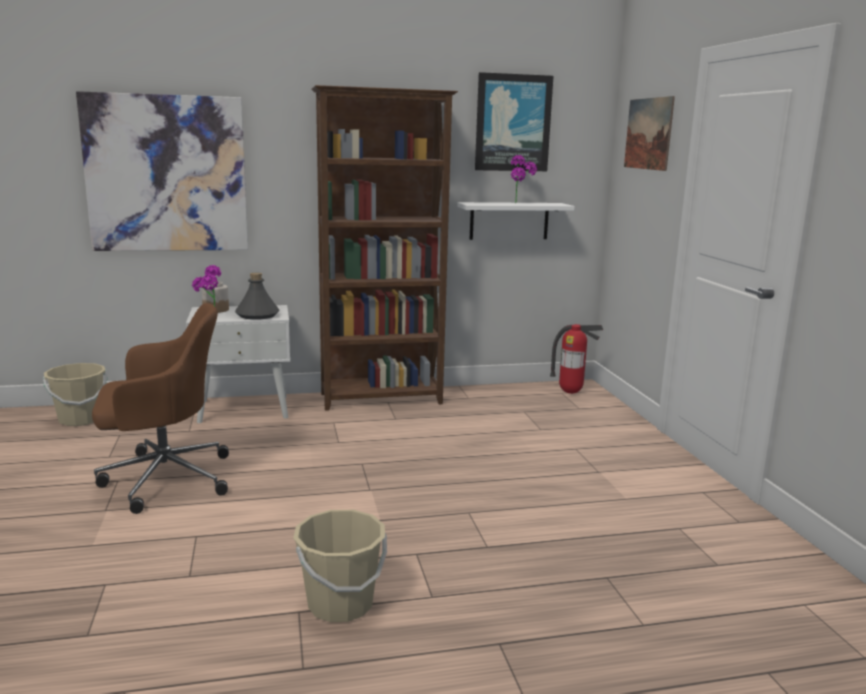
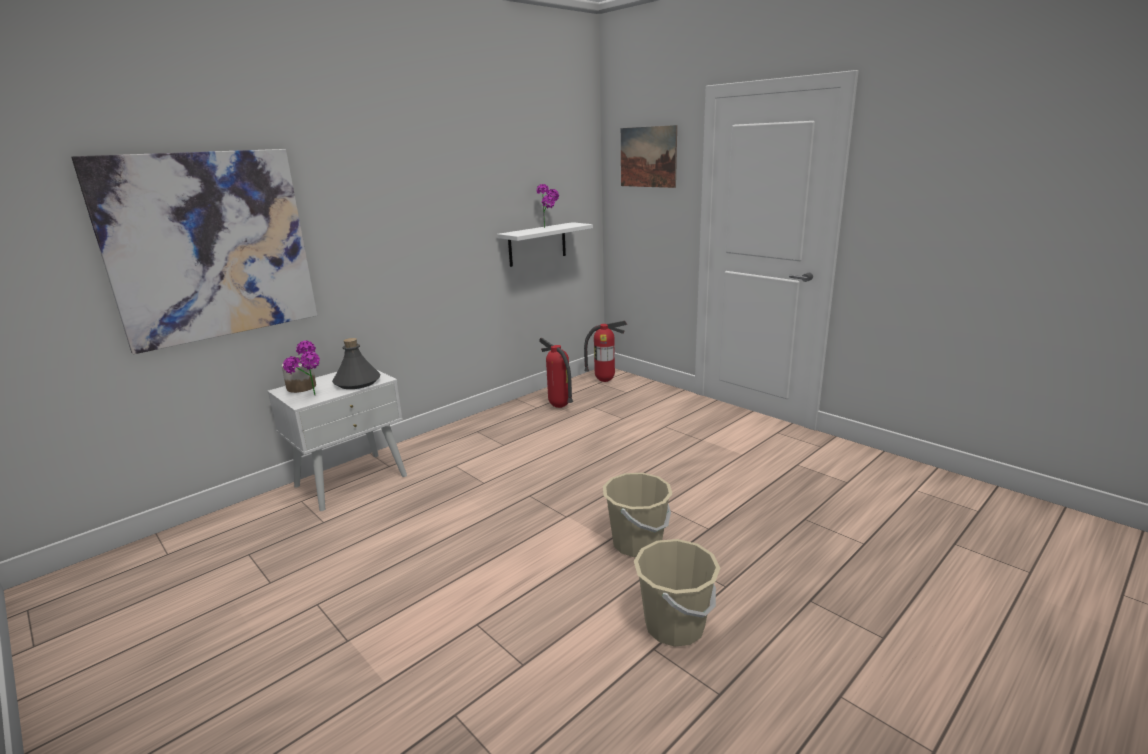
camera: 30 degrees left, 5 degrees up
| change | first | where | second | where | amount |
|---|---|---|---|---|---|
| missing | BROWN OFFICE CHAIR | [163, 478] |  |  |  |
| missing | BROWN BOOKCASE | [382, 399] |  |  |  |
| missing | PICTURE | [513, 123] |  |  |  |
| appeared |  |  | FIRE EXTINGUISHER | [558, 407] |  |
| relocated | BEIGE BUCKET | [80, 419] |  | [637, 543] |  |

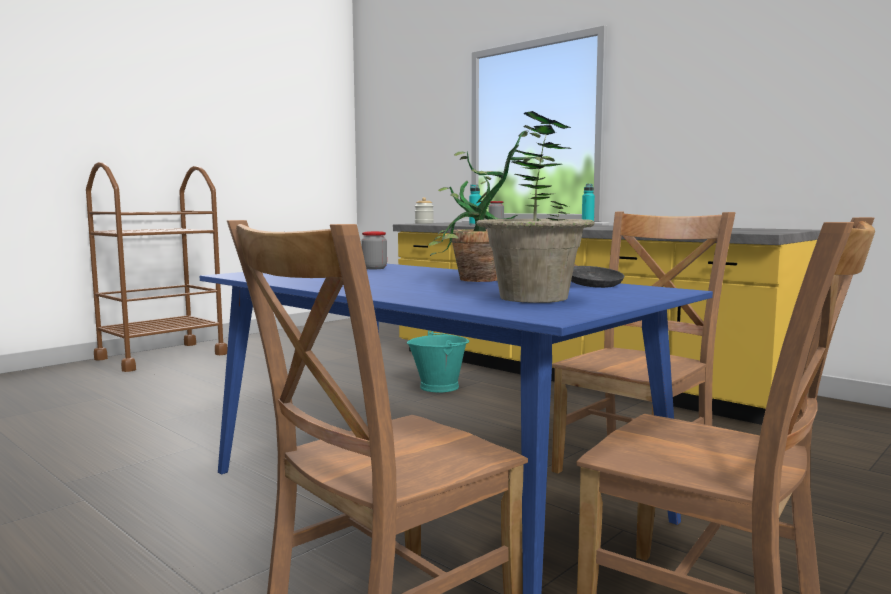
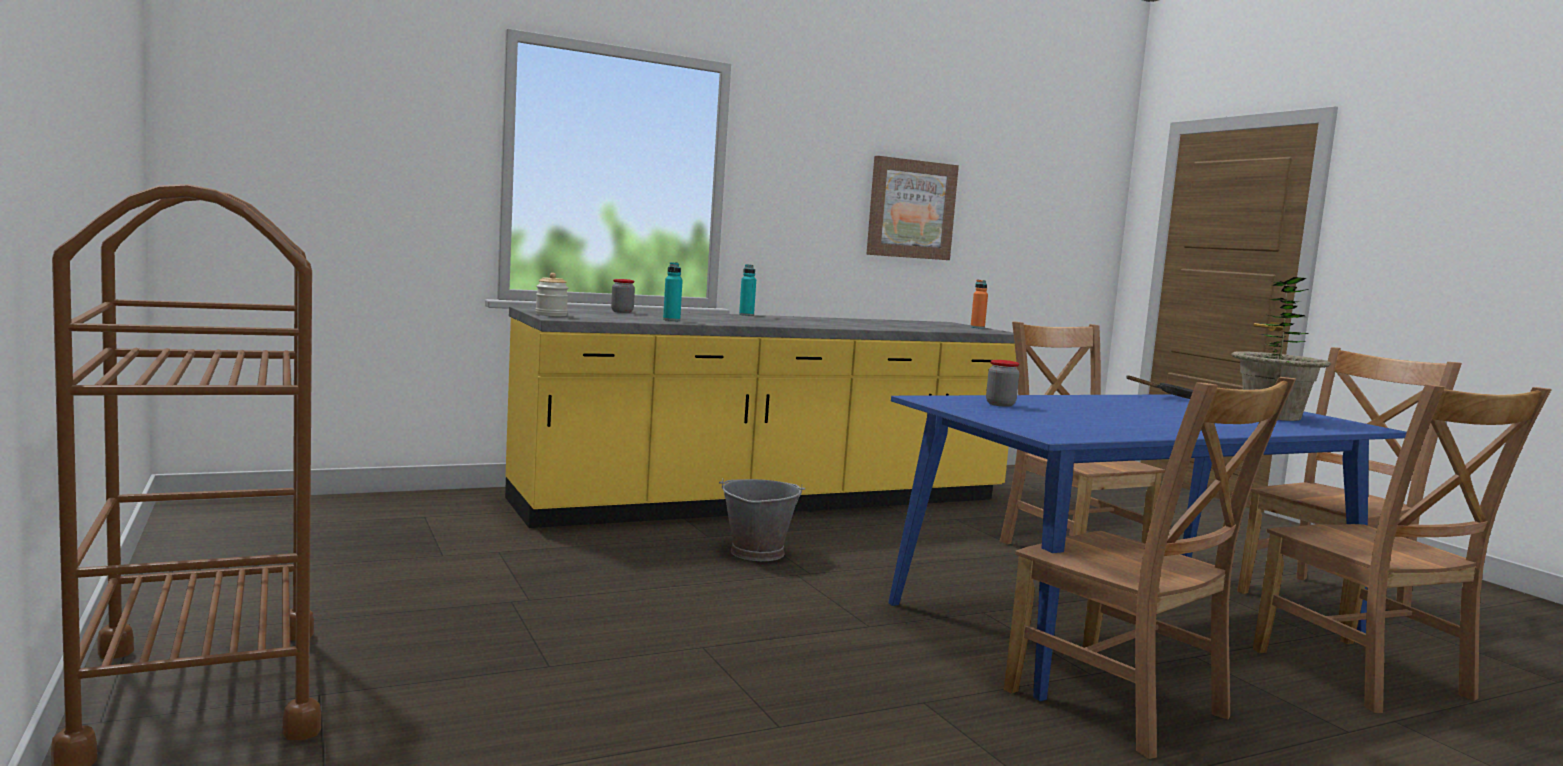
camera: 70 degrees left, 0 degrees up
| change | first | where | second | where | amount |
|---|---|---|---|---|---|
| missing | POTTED PLANT | [481, 281] |  |  |  |
| appeared |  |  | PICTURE | [911, 209] |  |
| appeared |  |  | ORANGE BOTTLE | [977, 327] |  |
| appeared |  |  | BROWN CHAIR | [1123, 707] |  |
| colour | TURQUOISE BUCKET | [439, 387] | GREY BUCKET | [756, 552] |  |

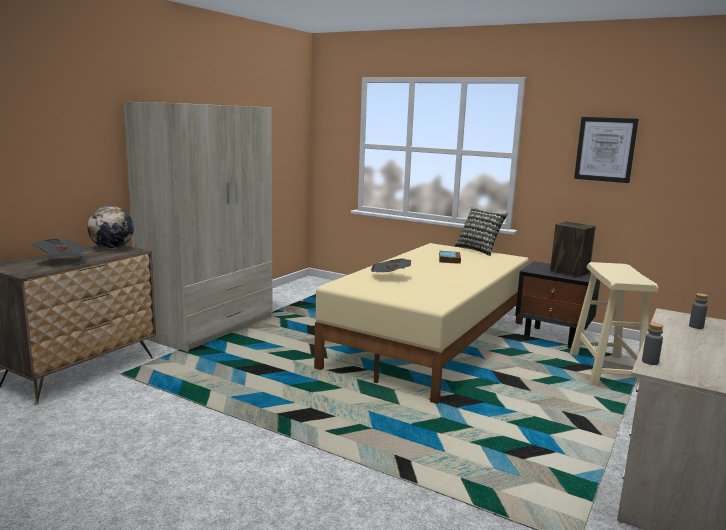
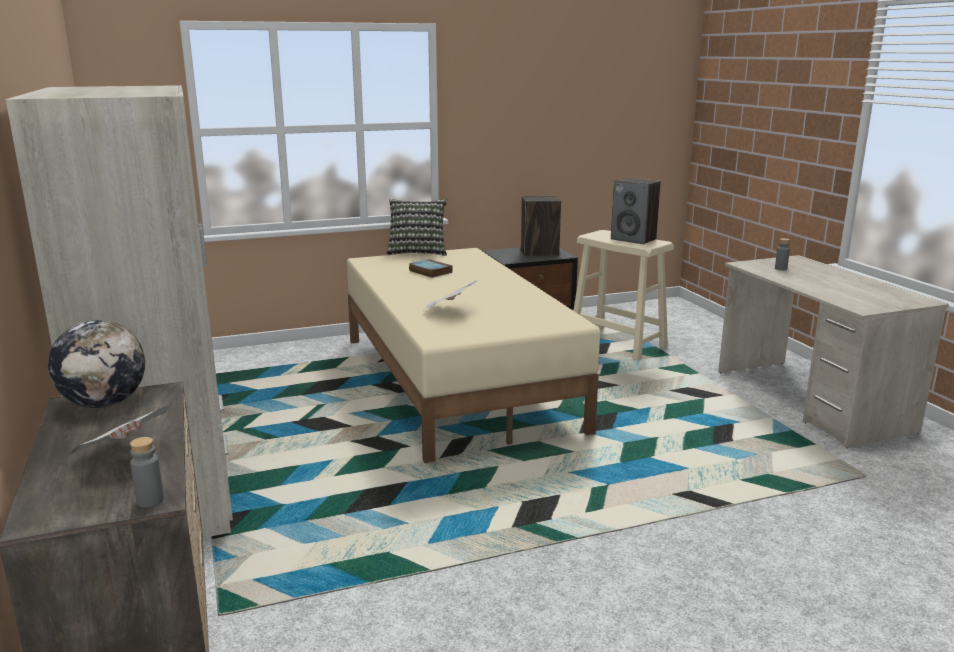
camera: 50 degrees left, 5 degrees up
| change | first | where | second | where | amount |
|---|---|---|---|---|---|
| missing | PICTURE | [605, 149] |  |  |  |
| appeared |  |  | SPEAKER | [634, 239] |  |
| relocated | GREY BOTTLE | [650, 362] |  | [150, 500] |  |

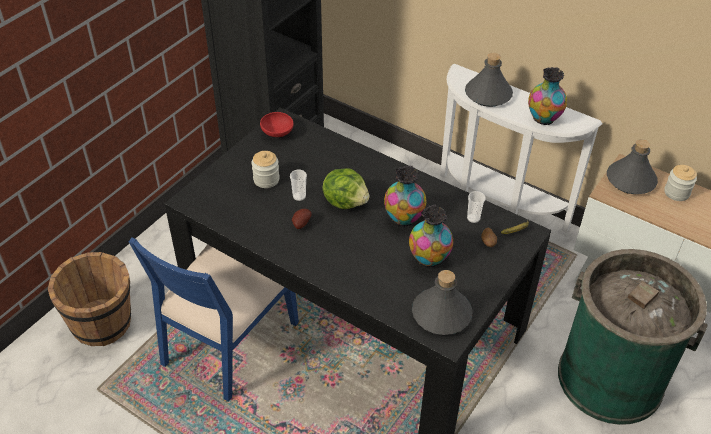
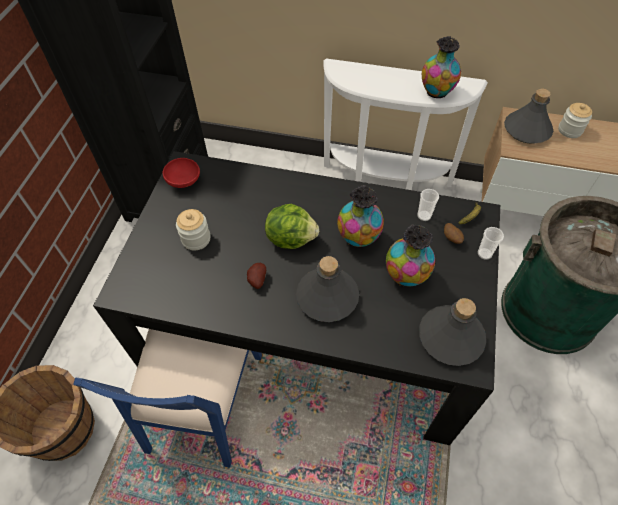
camera: 20 degrees left, 10 degrees up
| change | first | where | second | where | amount |
|---|---|---|---|---|---|
| relocated | CUP | [299, 196] |  | [484, 254] |  |
| relocated | GREY BOTTLE | [487, 95] |  | [326, 296] |  |

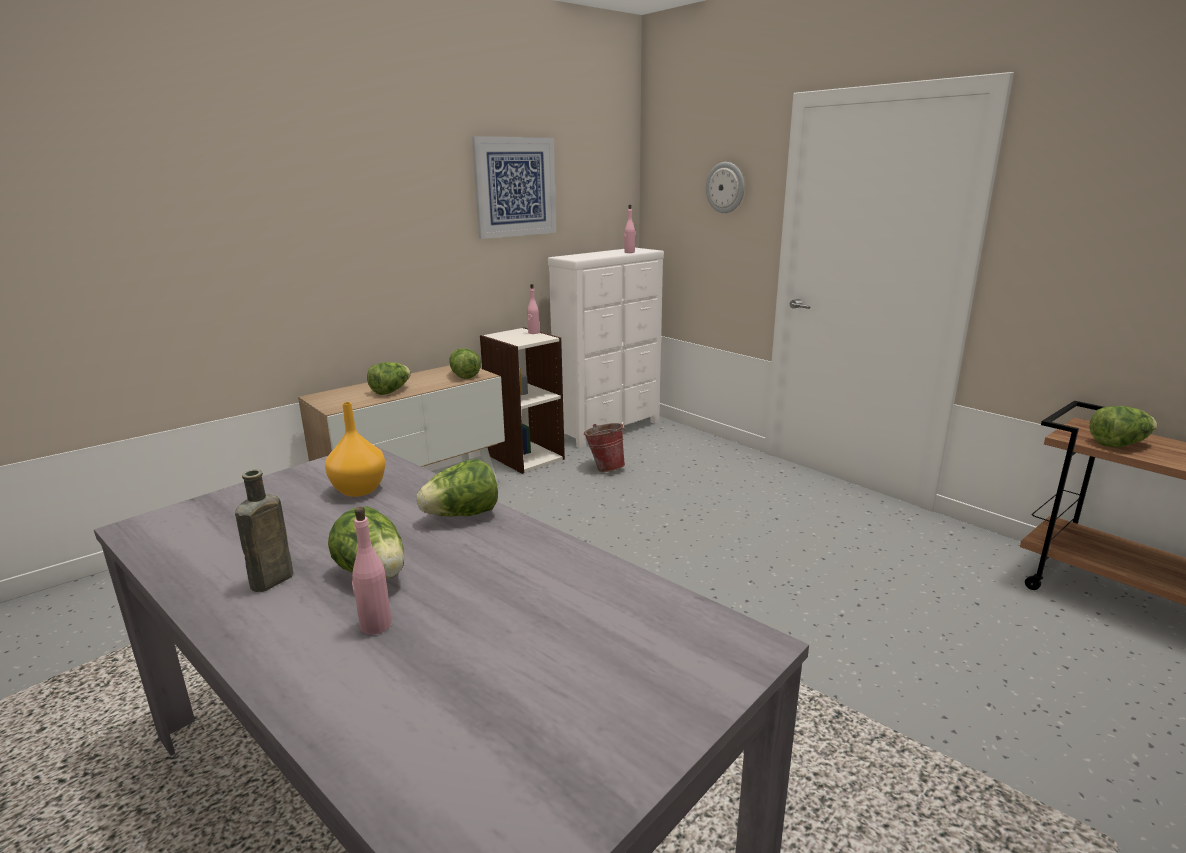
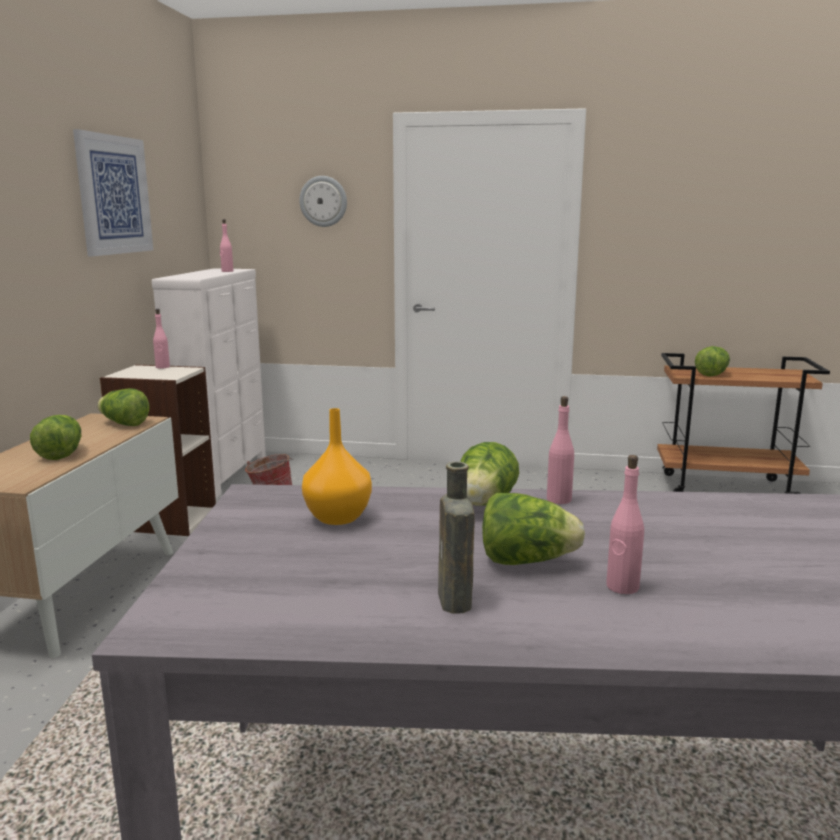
camera: 40 degrees left, 5 degrees down
| change | first | where | second | where | amount |
|---|---|---|---|---|---|
| appeared |  |  | PINK BOTTLE | [558, 499] |  |

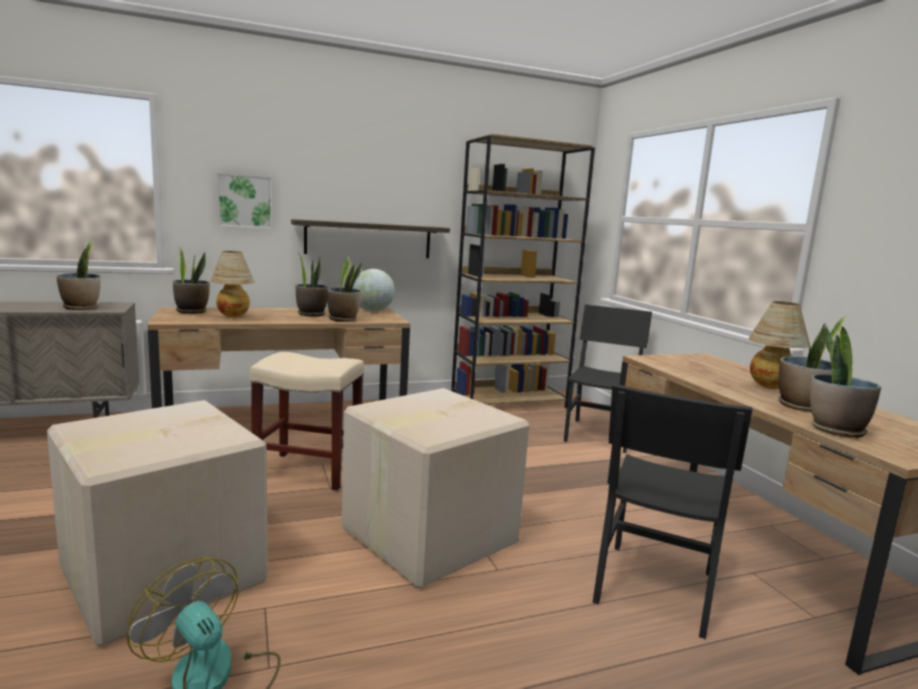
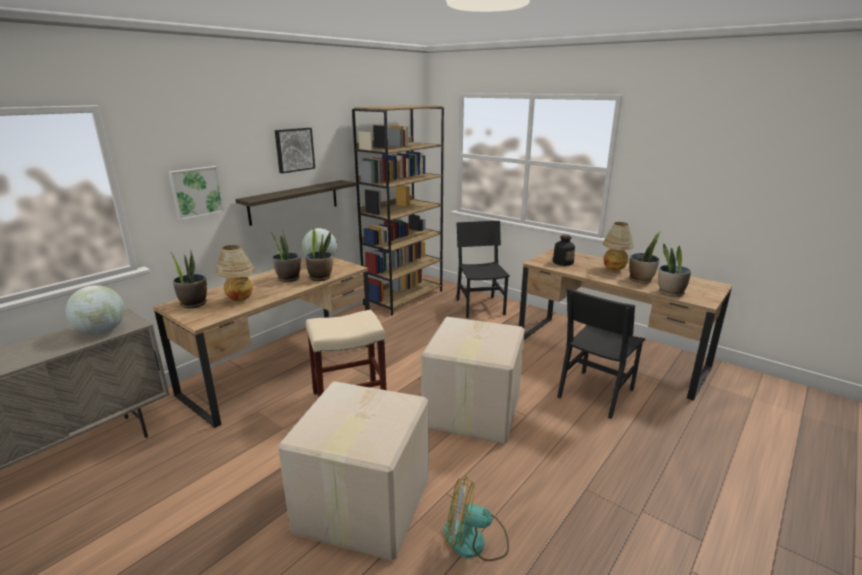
camera: 30 degrees left, 10 degrees up
| change | first | where | second | where | amount |
|---|---|---|---|---|---|
| appeared |  |  | PICTURE | [294, 150] |  |
| appeared |  |  | BOTTLE | [562, 262] |  |
| exchanged | POTTED PLANT | [81, 308] | GLOBE | [102, 331] |  |
| spun | BLACK CHAIR | [654, 586] |  | [595, 393] | 45 degrees clockwise |

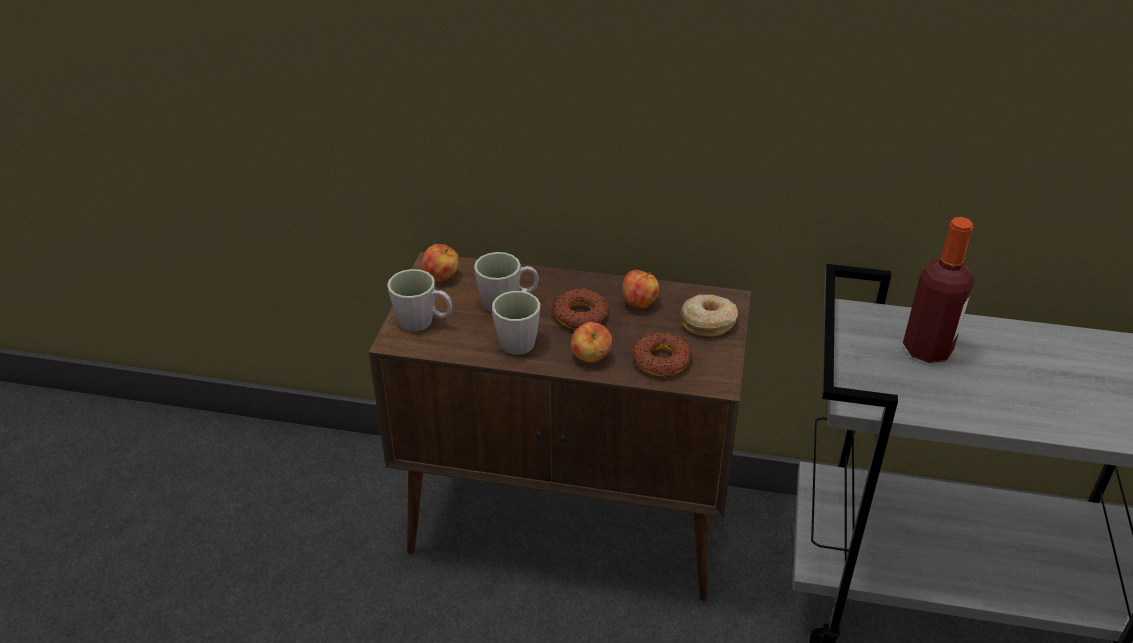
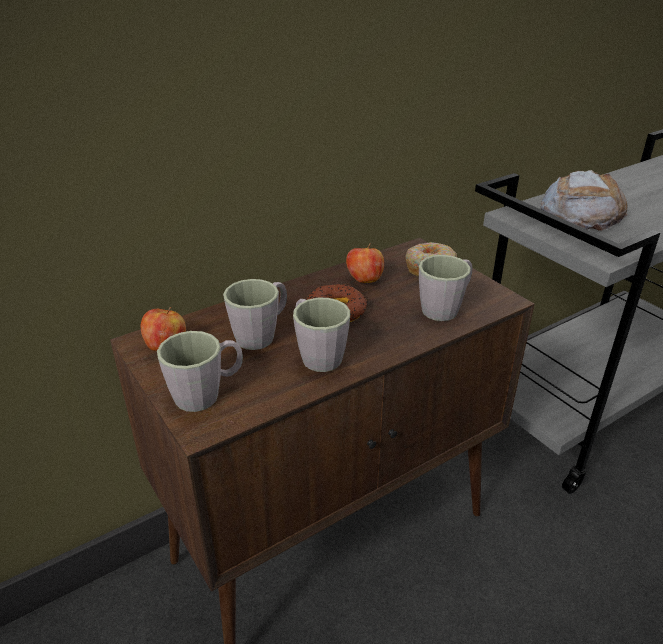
camera: 45 degrees left, 5 degrees down
| change | first | where | second | where | amount |
|---|---|---|---|---|---|
| missing | APPLE | [590, 358] |  |  |  |
| exchanged | DONUT | [661, 360] | GREY MUG | [445, 307] |  |
| exchanged | BOTTLE | [927, 349] | BREAD | [580, 213] |  |

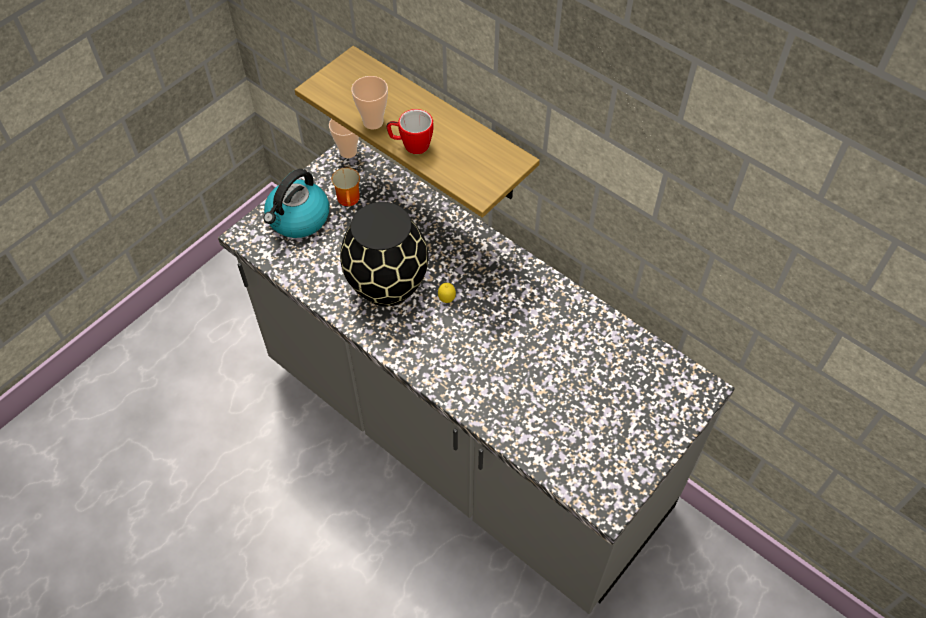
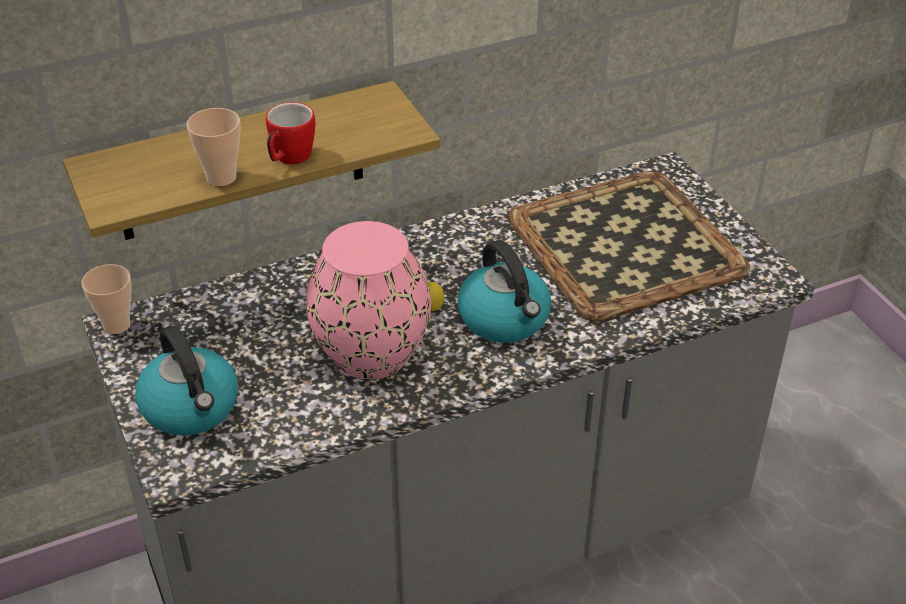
camera: 65 degrees left, 15 degrees down
| change | first | where | second | where | amount |
|---|---|---|---|---|---|
| missing | MUG | [350, 200] |  |  |  |
| appeared |  |  | KETTLE | [505, 319] |  |
| appeared |  |  | TRAY | [627, 245] |  |
| colour | BLACK VASE | [388, 286] | PINK VASE | [373, 353] |  |

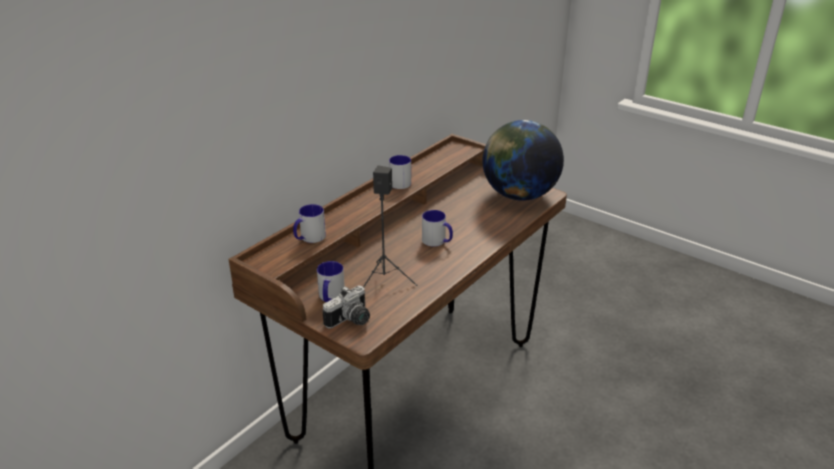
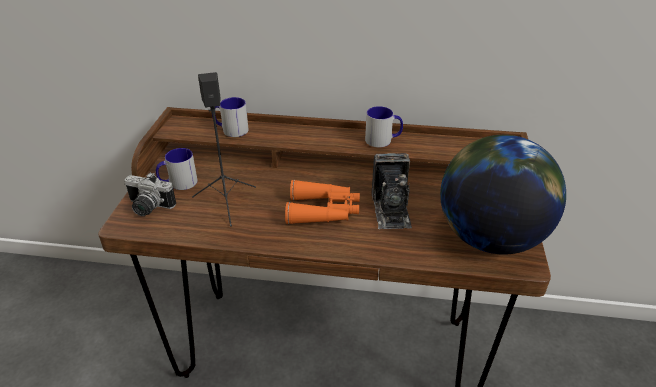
camera: 60 degrees right, 5 degrees up
| change | first | where | second | where | amount |
|---|---|---|---|---|---|
| appeared |  |  | PHOTO CAMERA | [391, 209] |  |
| exchanged | MUG | [437, 241] | ORANGE BINOCULARS | [324, 211] |  |

